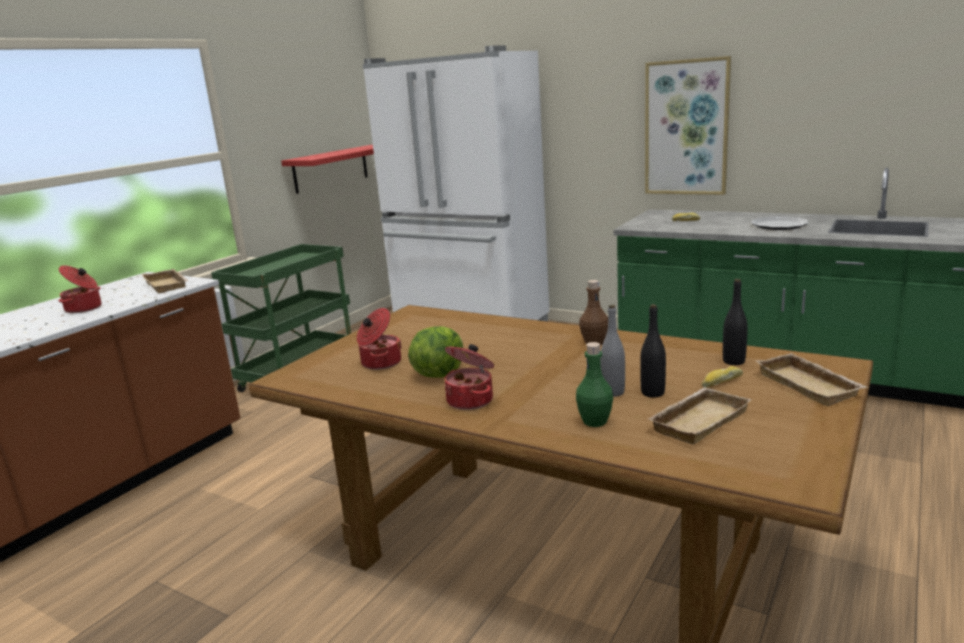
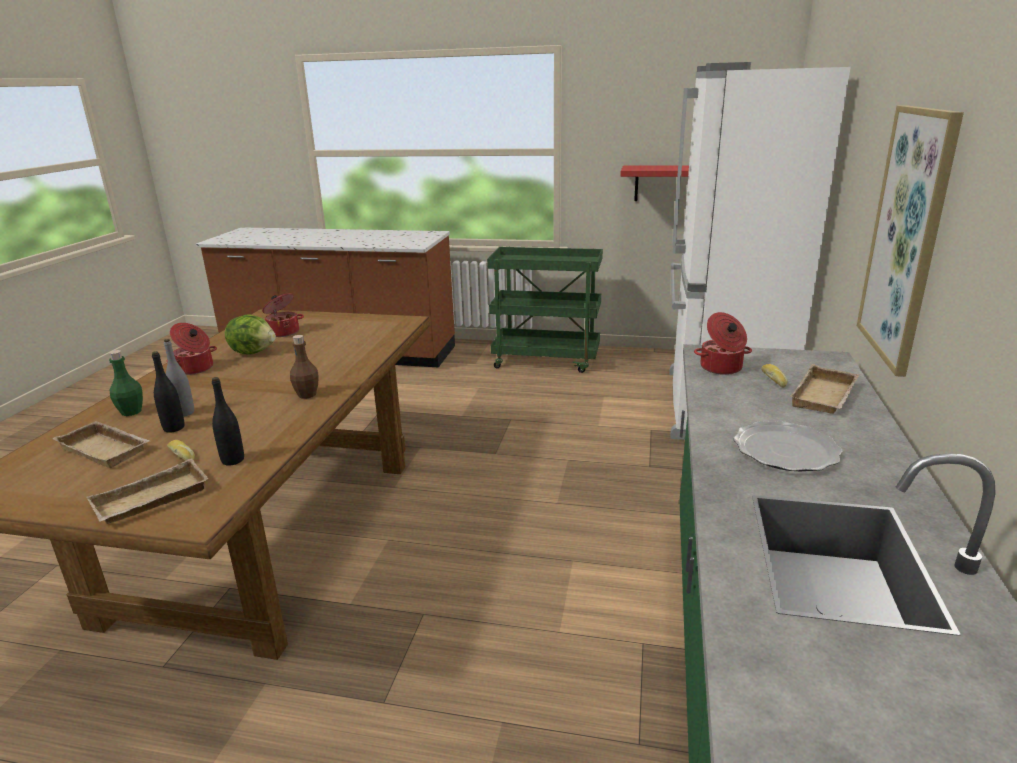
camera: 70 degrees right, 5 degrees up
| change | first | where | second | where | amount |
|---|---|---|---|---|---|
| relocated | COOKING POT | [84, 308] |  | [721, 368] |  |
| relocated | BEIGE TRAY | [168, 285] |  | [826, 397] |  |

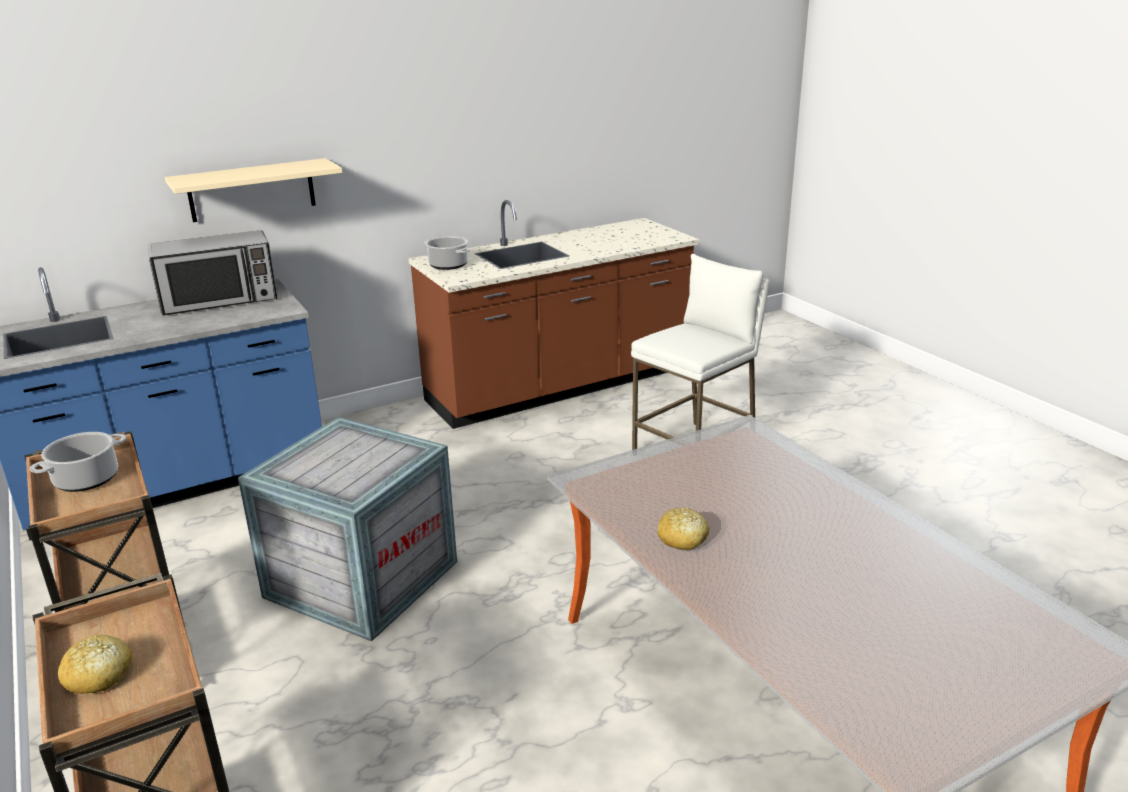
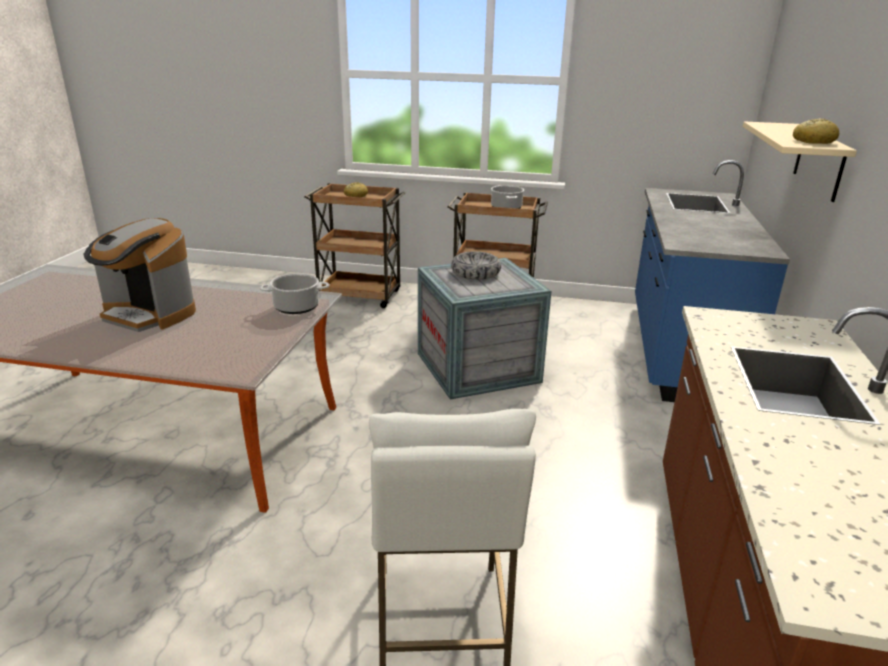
camera: 130 degrees right, 0 degrees up
| change | first | where | second | where | amount |
|---|---|---|---|---|---|
| missing | MICROWAVE | [219, 300] |  |  |  |
| appeared |  |  | COFFEE MACHINE | [149, 314] |  |
| appeared |  |  | BOWL | [476, 273] |  |
| relocated | COOKING POT | [447, 265] |  | [297, 307] |  |
| relocated | BREAD | [682, 538] |  | [813, 141] |  |

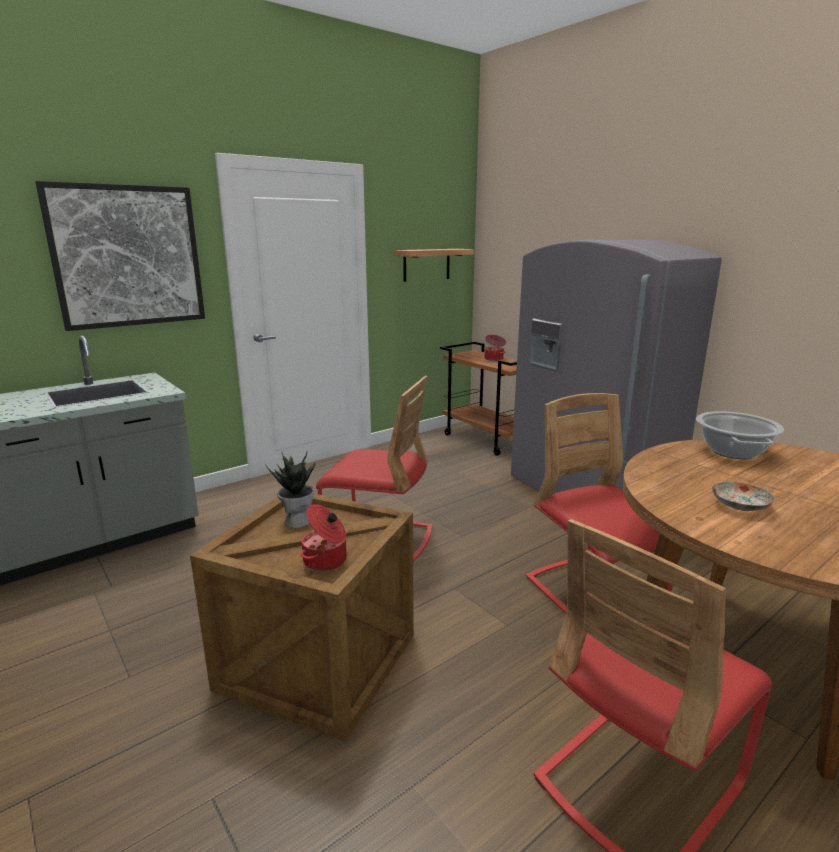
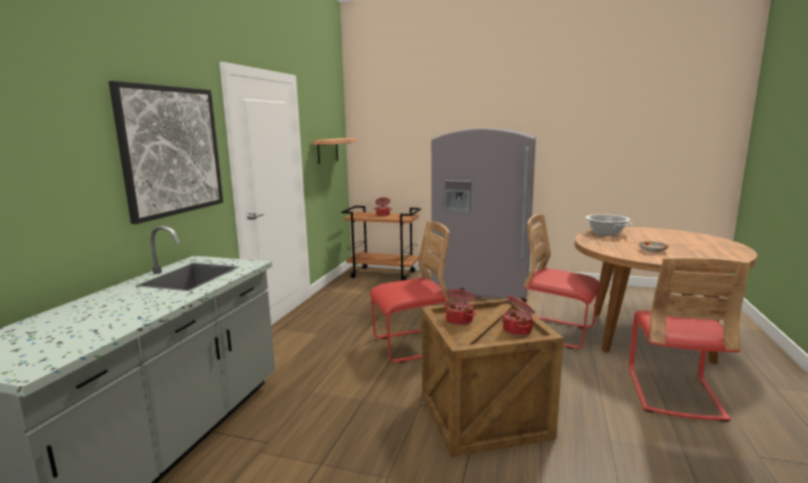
camera: 35 degrees left, 5 degrees down
| change | first | where | second | where | amount |
|---|---|---|---|---|---|
| exchanged | POTTED PLANT | [297, 521] | COOKING POT | [460, 320] |  |

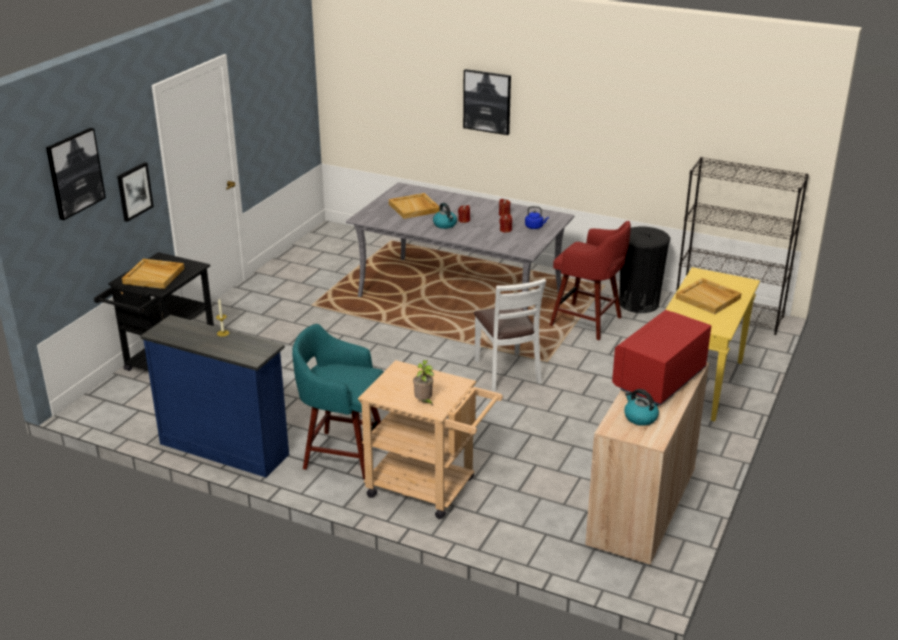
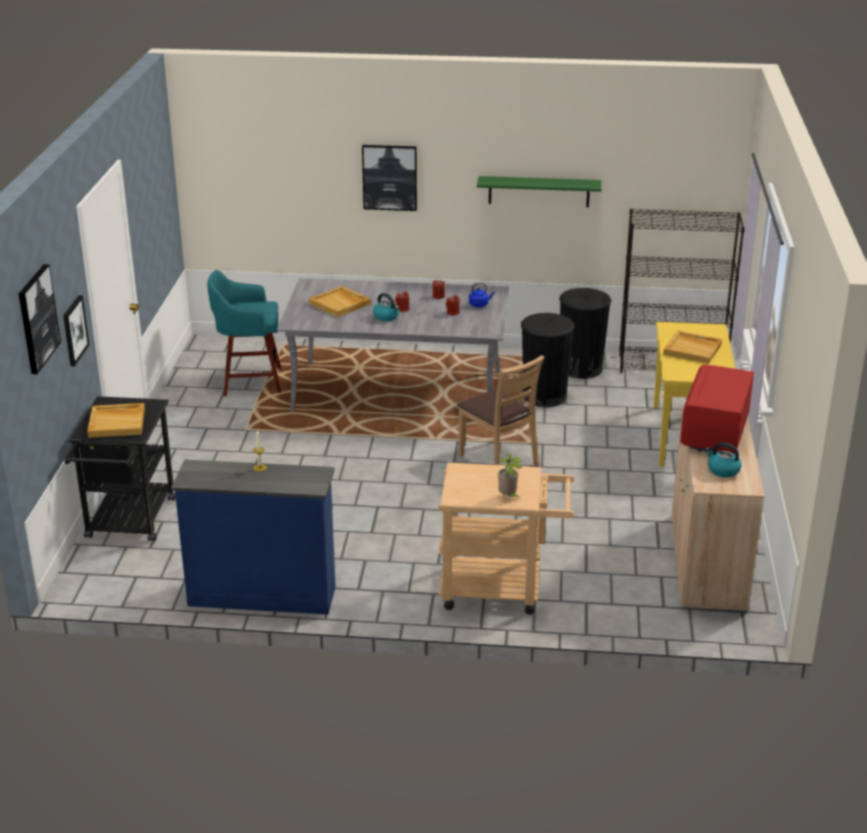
camera: 20 degrees left, 0 degrees up
| change | first | where | second | where | amount |
|---|---|---|---|---|---|
| appeared |  |  | GREEN SHELF | [539, 191] |  |
| relocated | TURQUOISE STOOL | [342, 454] |  | [250, 381] |  |
| exchanged | RED STOOL | [588, 322] | BLACK TRASH CAN | [544, 396] |  |
| colour | WHITE CHAIR | [507, 372] | BROWN CHAIR | [498, 461] |  |

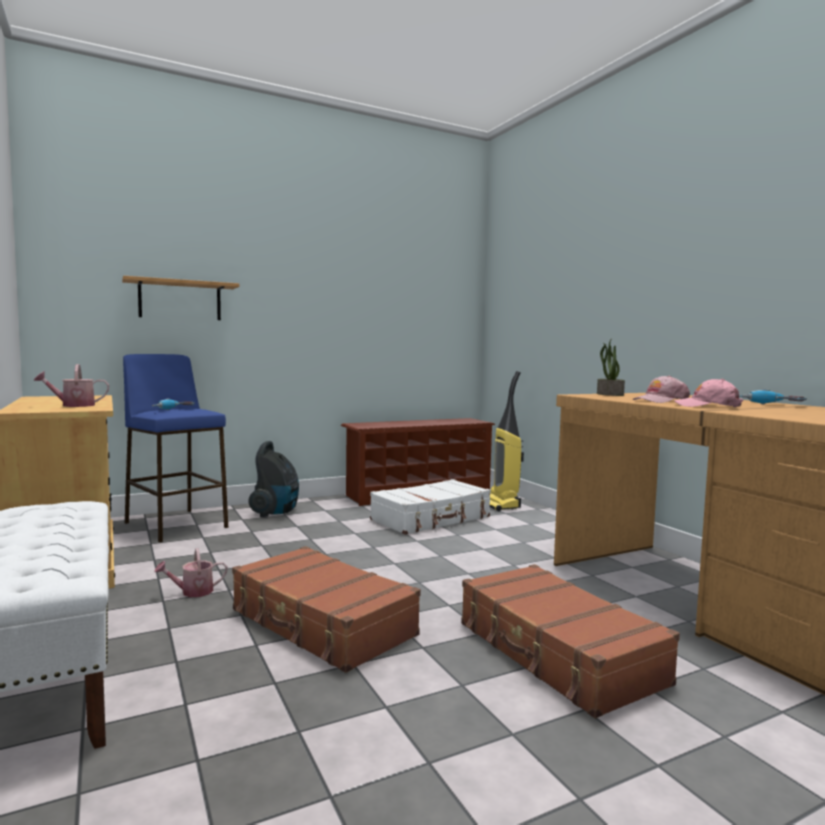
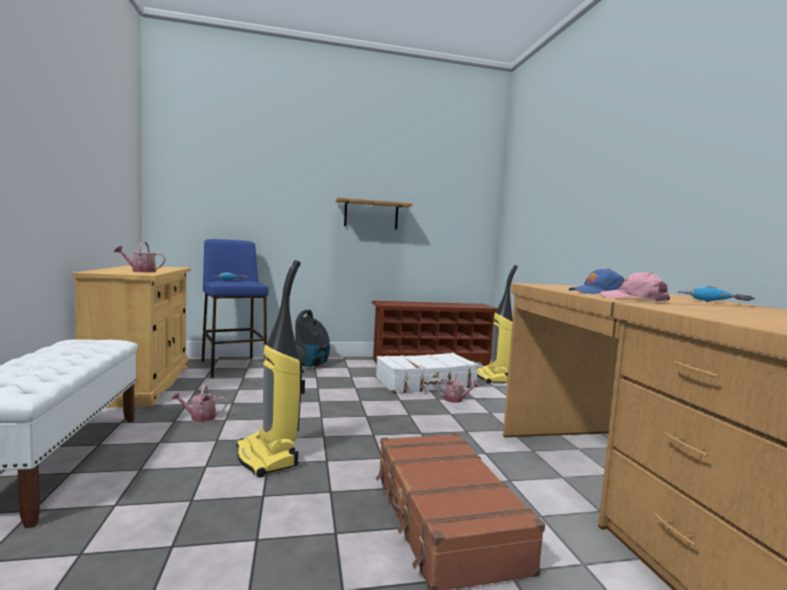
camera: 15 degrees right, 0 degrees up
| change | first | where | second | where | amount |
|---|---|---|---|---|---|
| missing | POTTED PLANT | [609, 394] |  |  |  |
| appeared |  |  | WATERING CAN | [456, 399] |  |
| relocated | SHELF | [180, 300] |  | [371, 215] |  |
| exchanged | BROWN SUITCASE | [321, 623] | VACUUM CLEANER | [268, 457] |  |
| colour | PINK CAP | [660, 401] | BLUE CAP | [597, 292] |  |

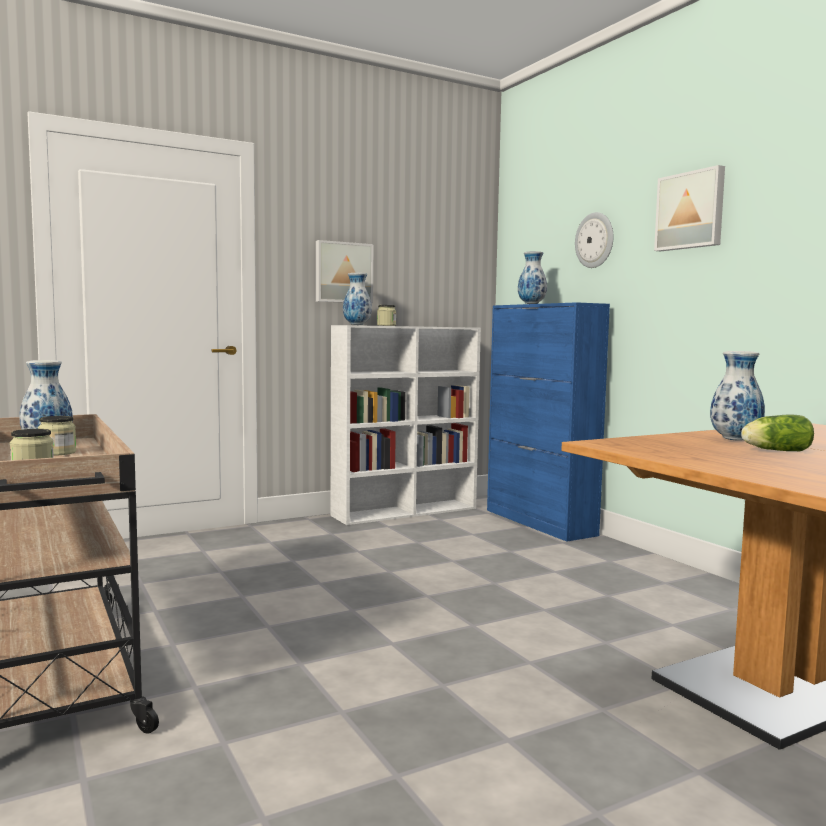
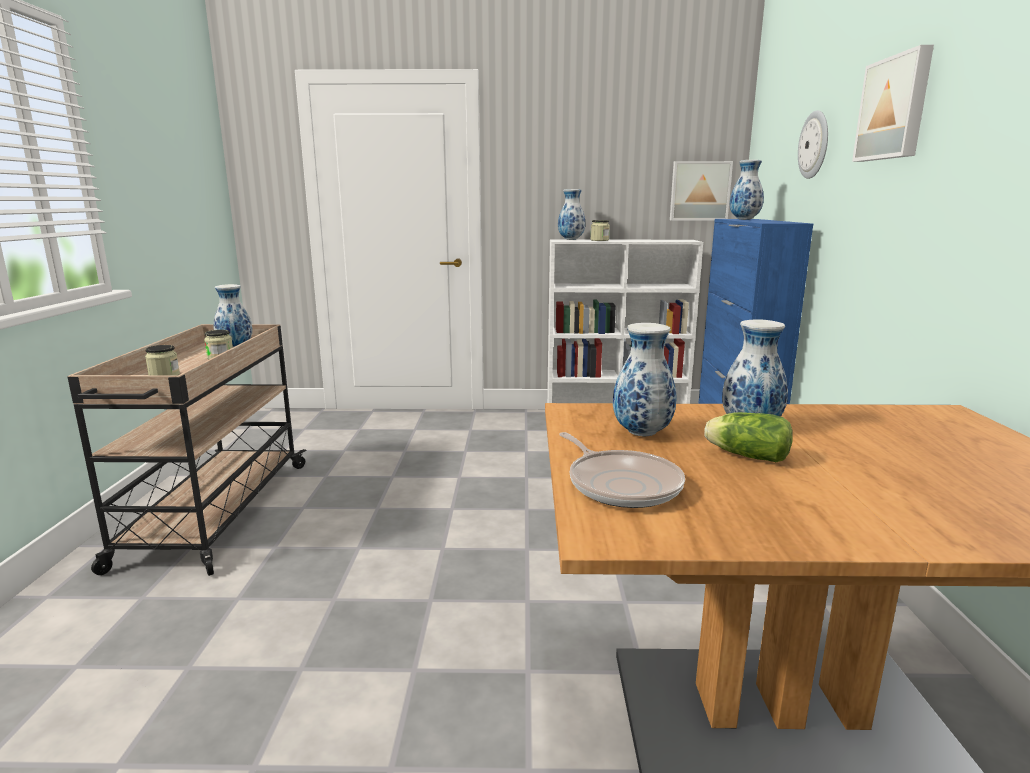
camera: 30 degrees right, 10 degrees up
| change | first | where | second | where | amount |
|---|---|---|---|---|---|
| appeared |  |  | FRYING PAN | [621, 484] |  |
| appeared |  |  | VASE | [640, 433] |  |
| relocated | PICTURE | [343, 272] |  | [699, 191] |  |

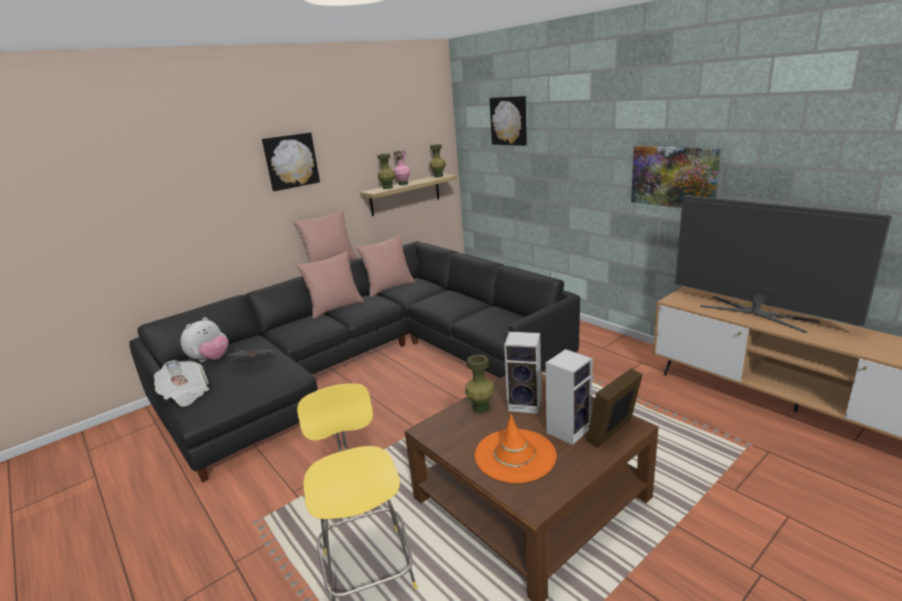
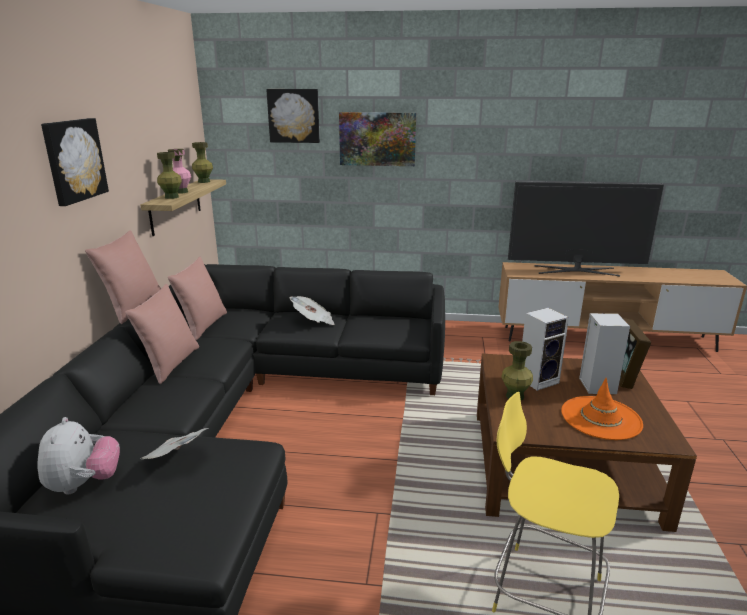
camera: 45 degrees left, 0 degrees up
| change | first | where | second | where | amount |
|---|---|---|---|---|---|
| relocated | NEWSPAPER | [185, 394] |  | [313, 321] |  |
| relocated | PICTURE | [674, 177] |  | [377, 139] |  |

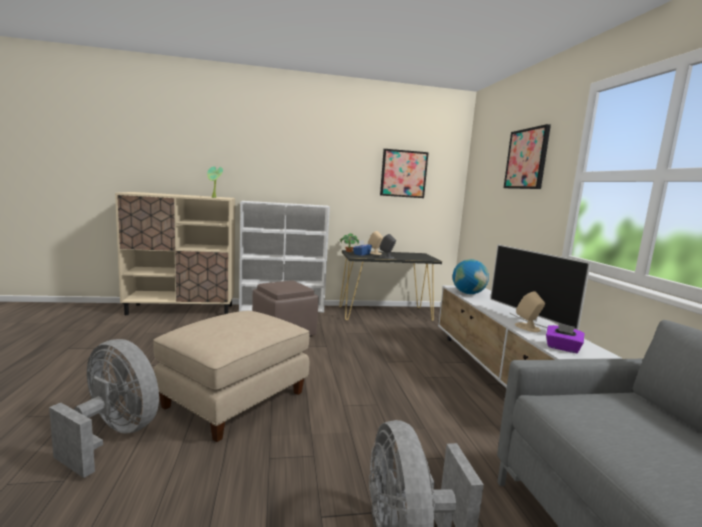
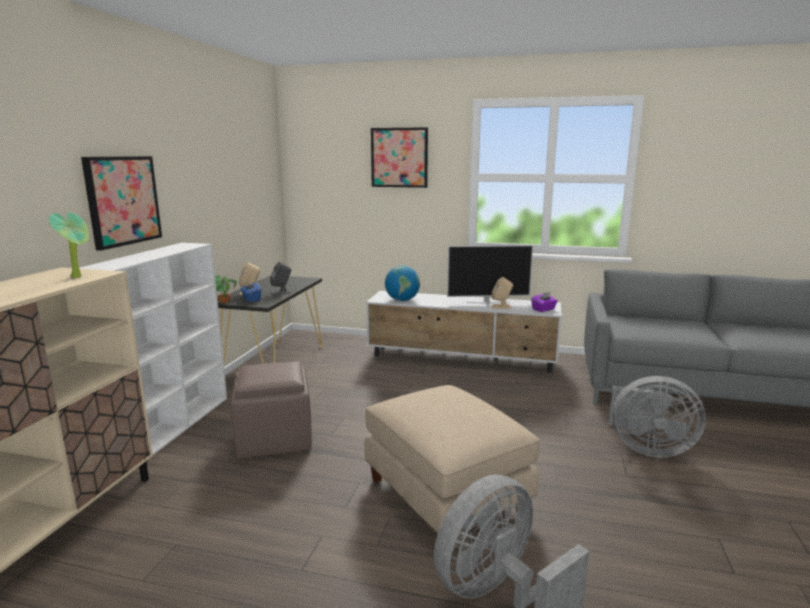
camera: 65 degrees left, 5 degrees up
| change | first | where | second | where | amount |
|---|---|---|---|---|---|
| relocated | PICTURE | [403, 174] |  | [122, 200] |  |

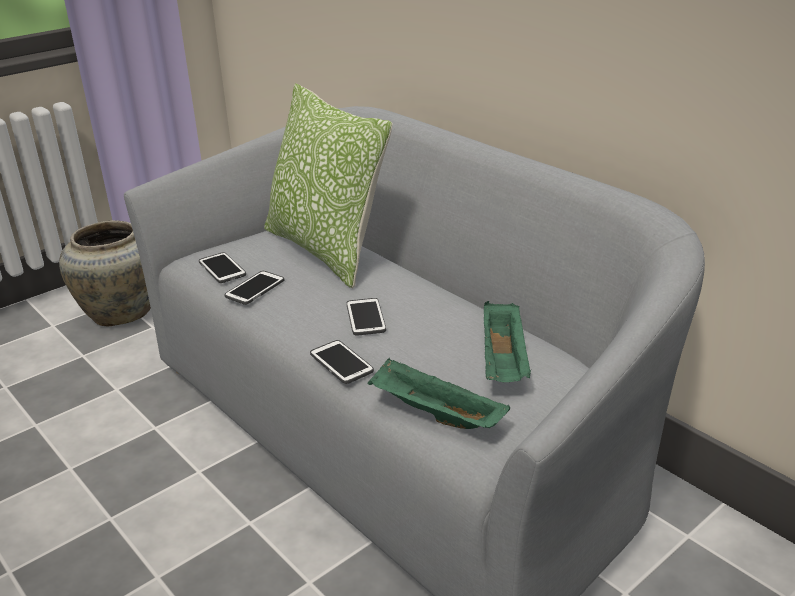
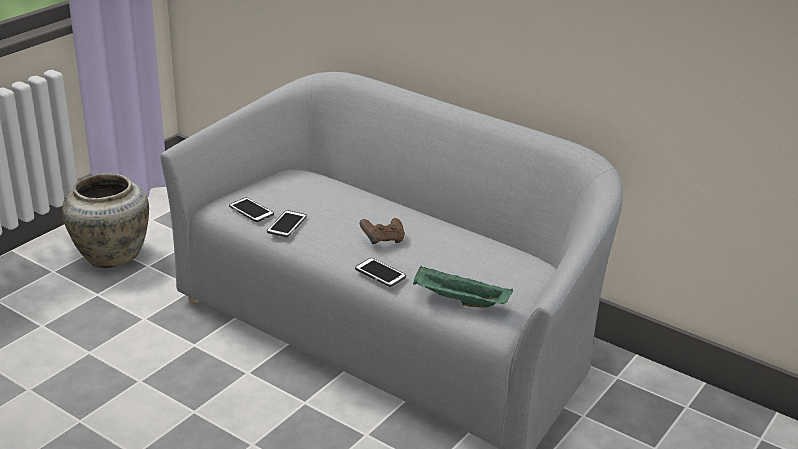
camera: 15 degrees left, 0 degrees up
| change | first | where | second | where | amount |
|---|---|---|---|---|---|
| missing | PILLOW | [326, 250] |  |  |  |
| missing | GREEN TRAY | [504, 361] |  |  |  |
| exchanged | PHONE | [366, 318] | BROWN GAME CONTROLLER | [383, 240] |  |

